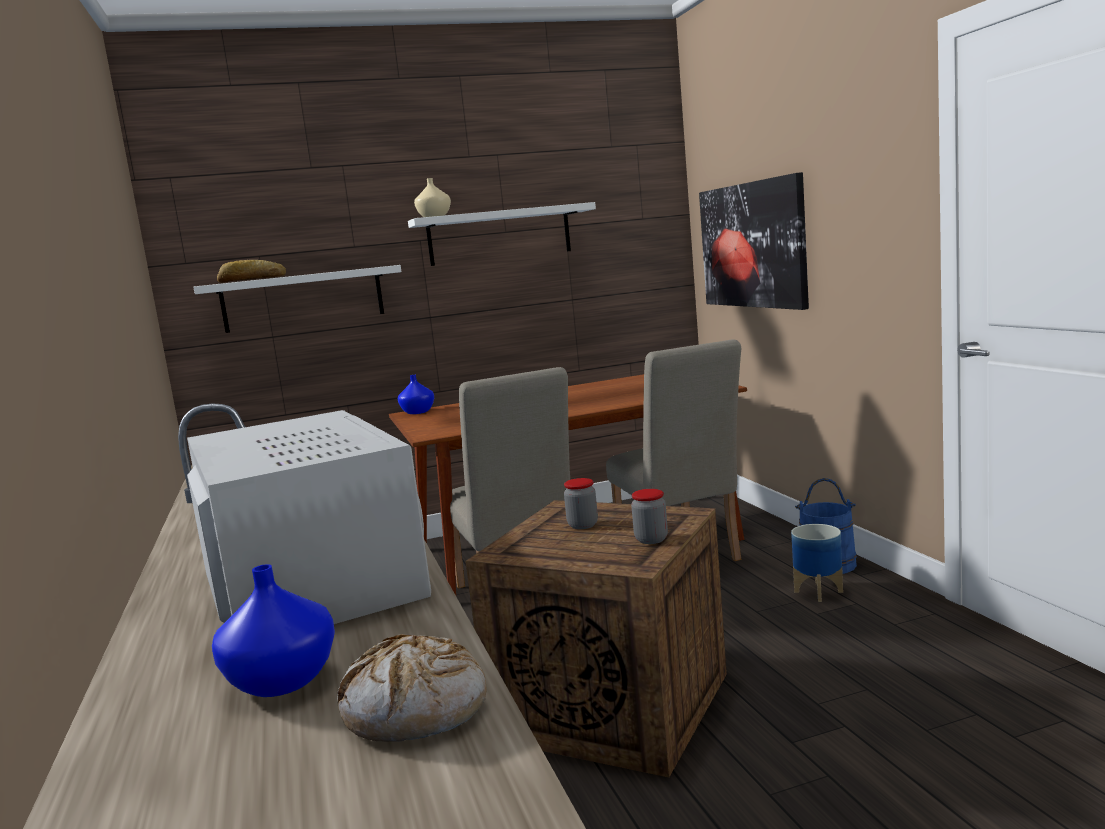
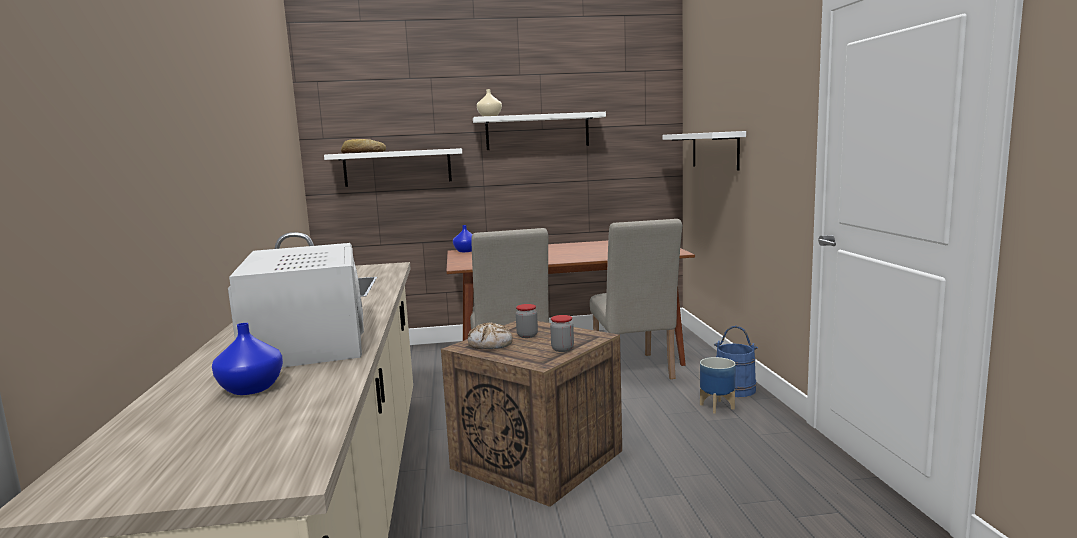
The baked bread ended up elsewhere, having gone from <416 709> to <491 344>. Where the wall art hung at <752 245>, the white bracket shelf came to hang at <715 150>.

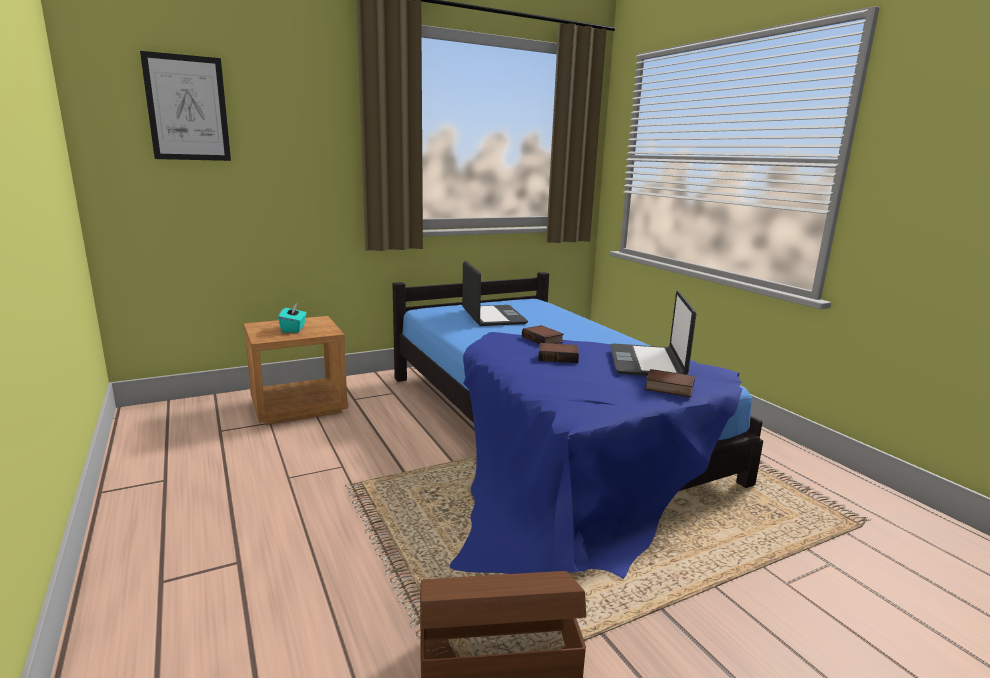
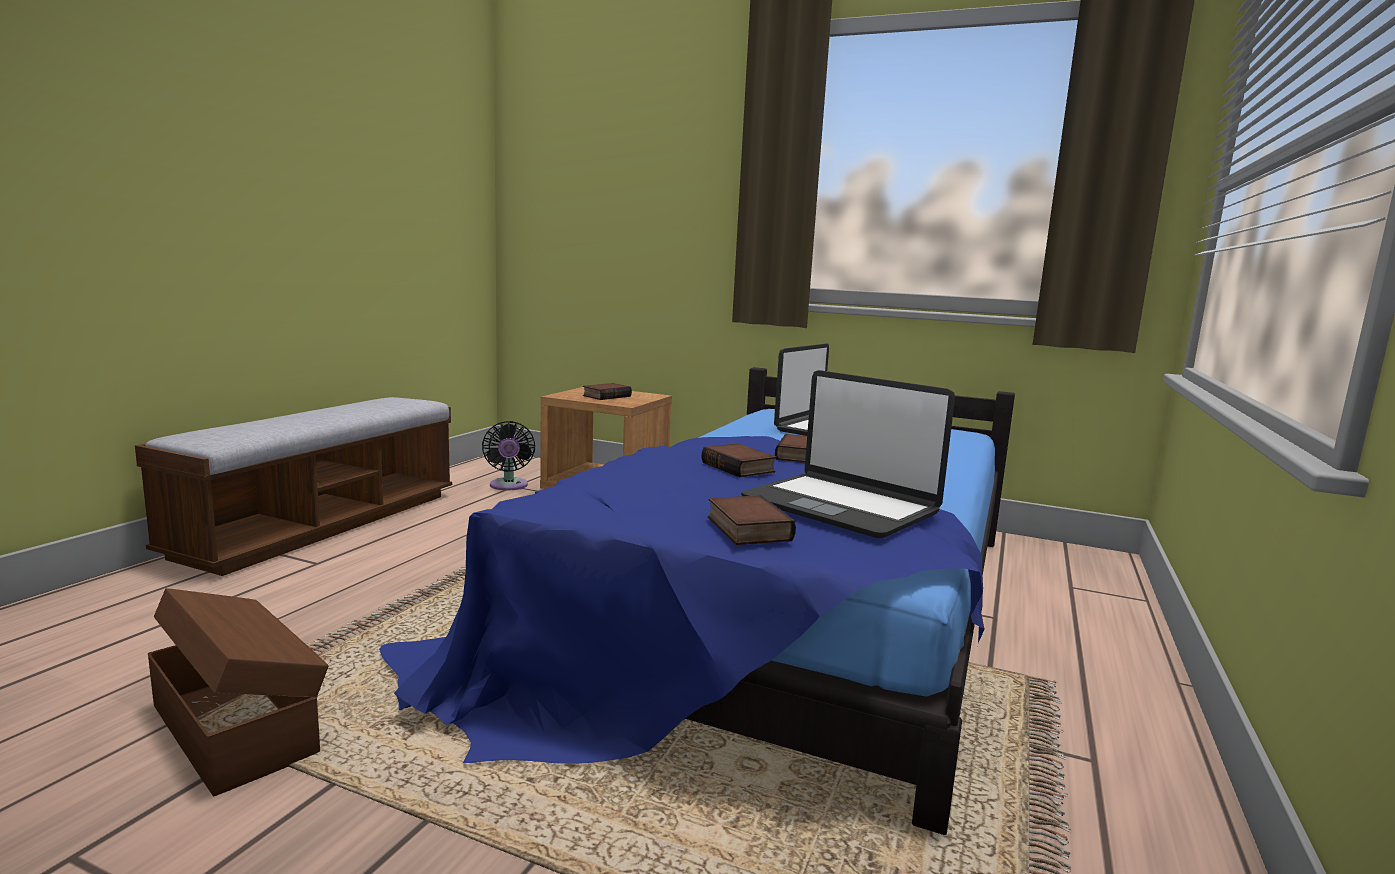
The second view lost the wall art at <187 108>. The second view gained the bench at <323 524>. The second view gained the black-coloured fan at <508 486>. Where the turquoise box of tissues stood at <294 329>, the bound book came to stand at <606 396>. The laptop at <647 362> ended up facing another way, 105 degrees counterclockwise from before.

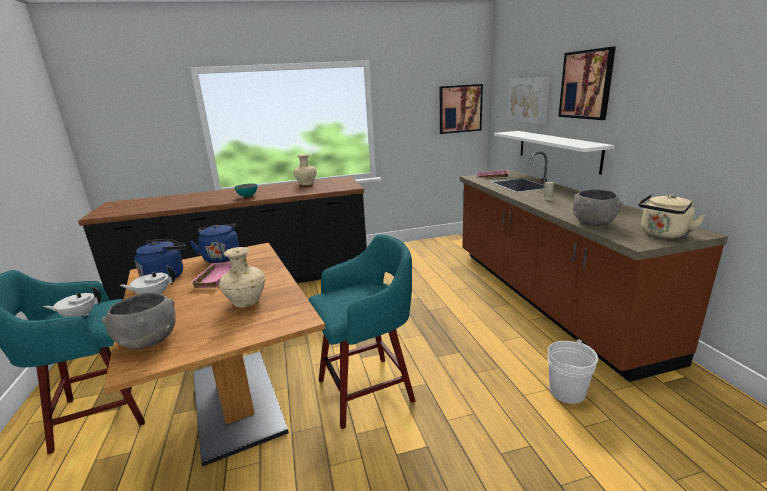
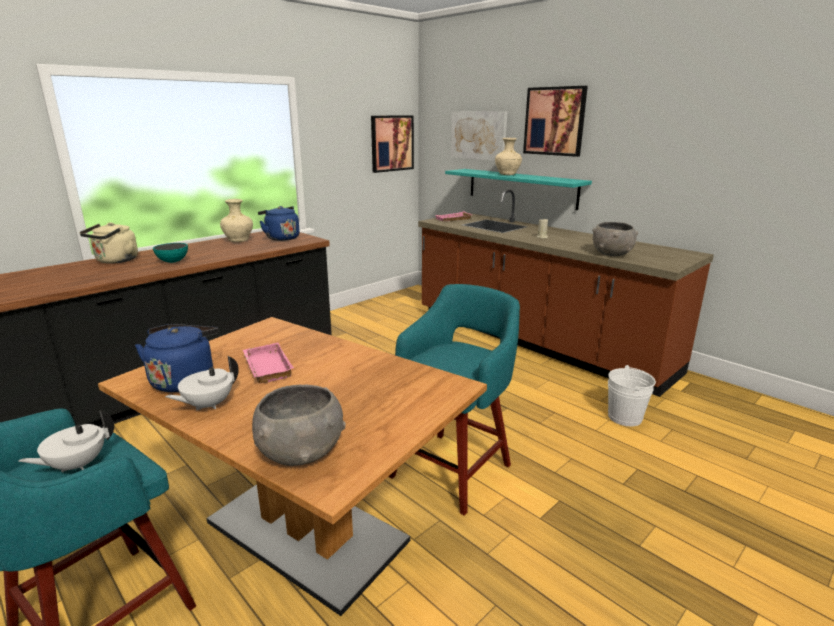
The blue tea kettle ended up elsewhere, having gone from <221 257> to <281 238>. The sand-coloured decorative vase ended up elsewhere, having gone from <245 302> to <507 174>. The sand-coloured tea kettle ended up elsewhere, having gone from <663 235> to <115 261>. What was the white bracket shelf at <557 150> turned into the turquoise bracket shelf at <521 188>.

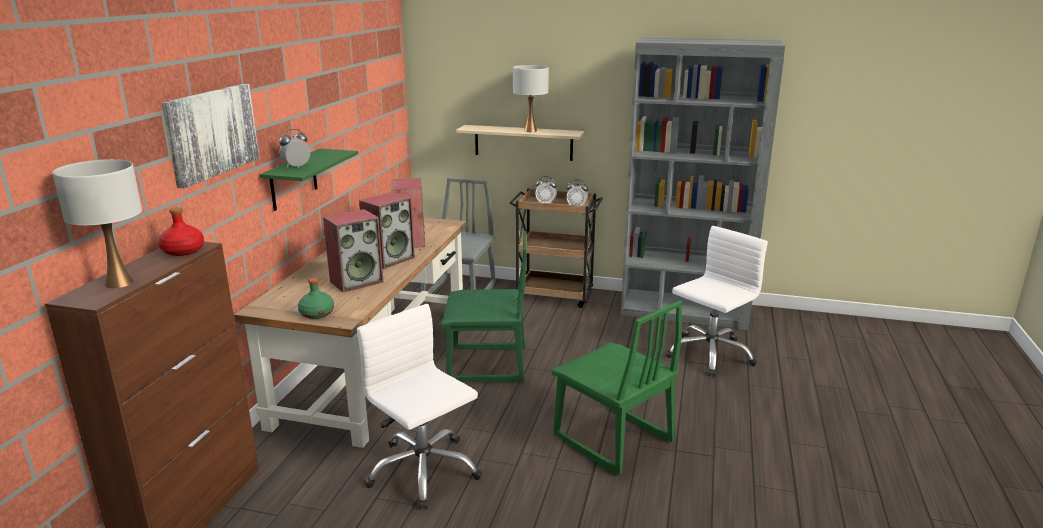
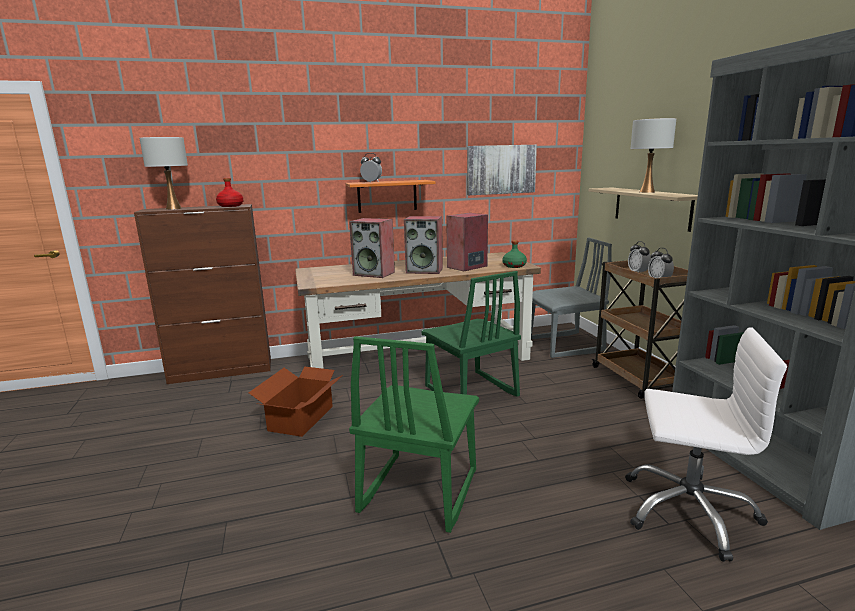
The wall art ended up elsewhere, having gone from <211 132> to <501 169>. The green drink bottle ended up elsewhere, having gone from <317 313> to <514 266>. Where the white computer chair stood at <423 470>, the carton came to stand at <302 418>. What was the green bracket shelf at <293 179> turned into the orangey bracket shelf at <387 196>.

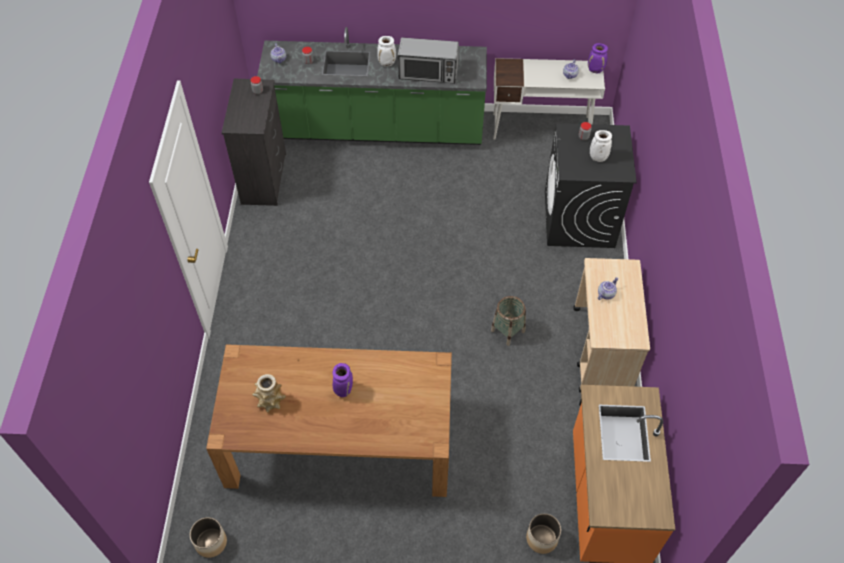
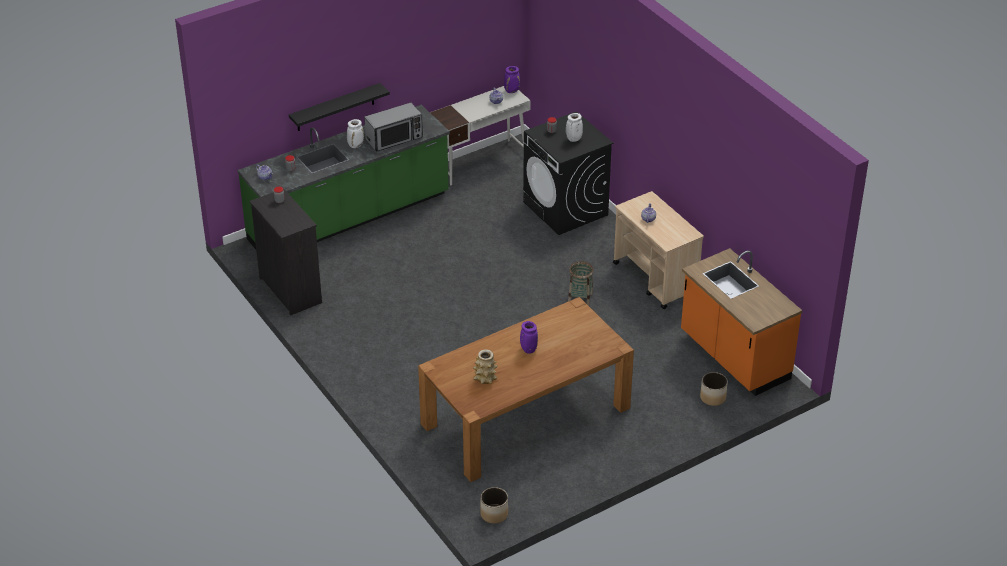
The second view gained the black-coloured bracket shelf at <335 107>.

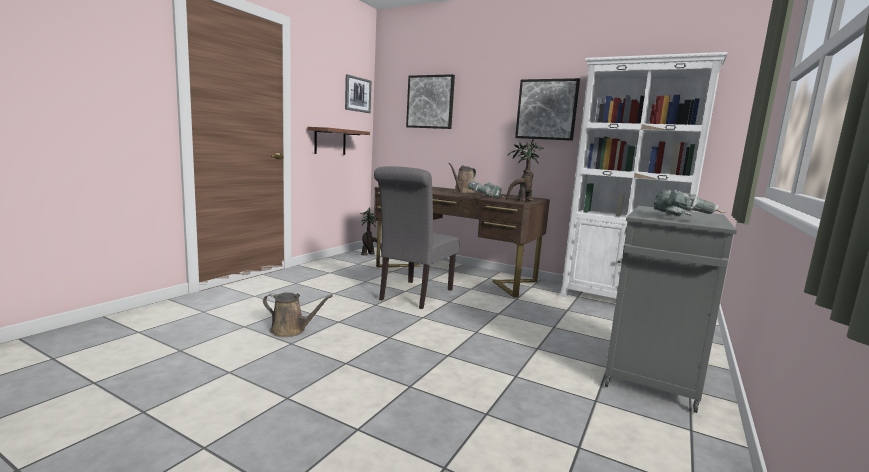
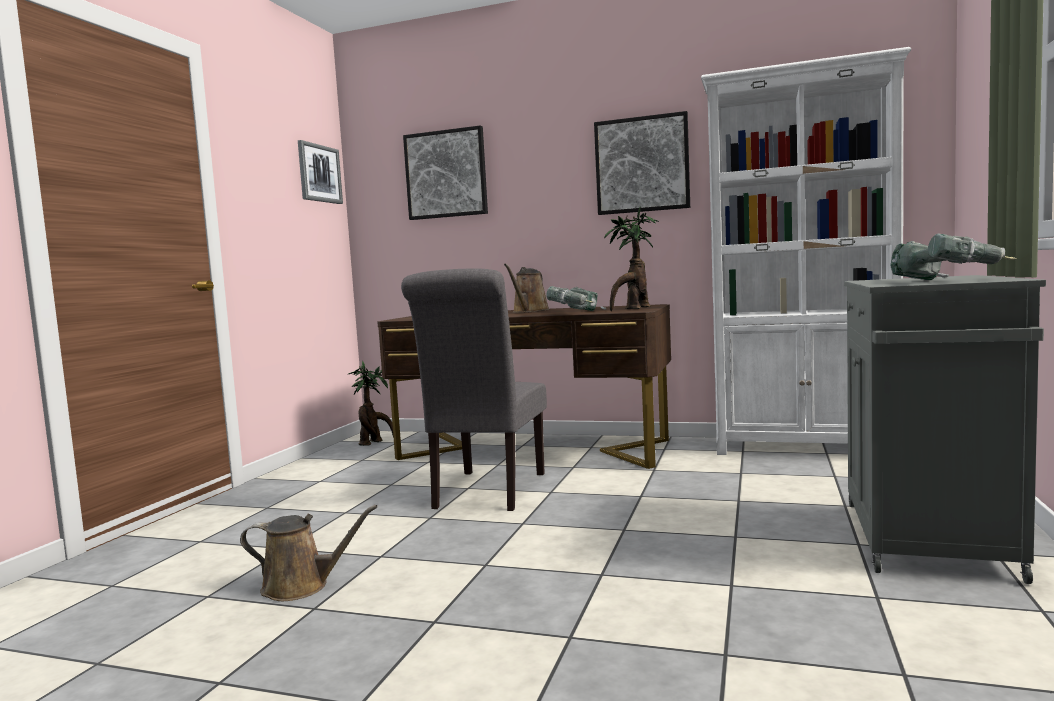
The second view lost the bracket shelf at <330 141>.

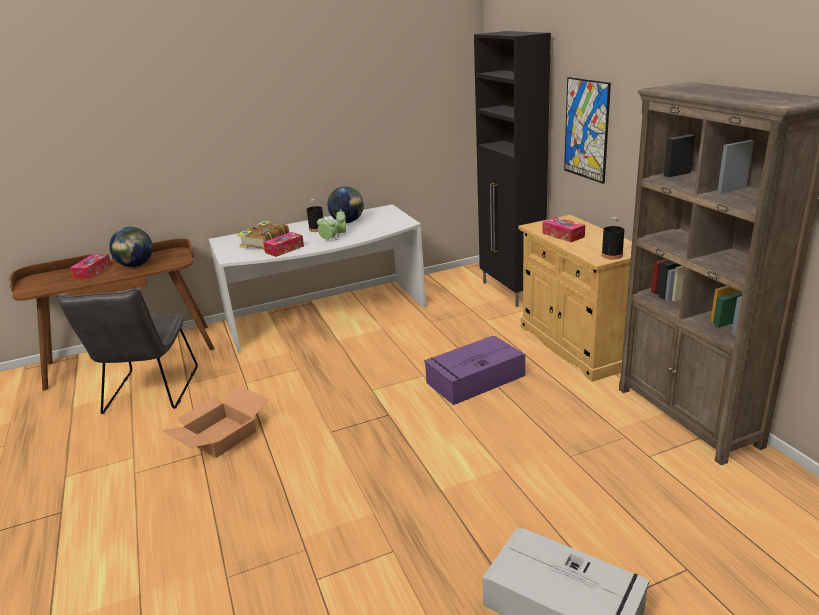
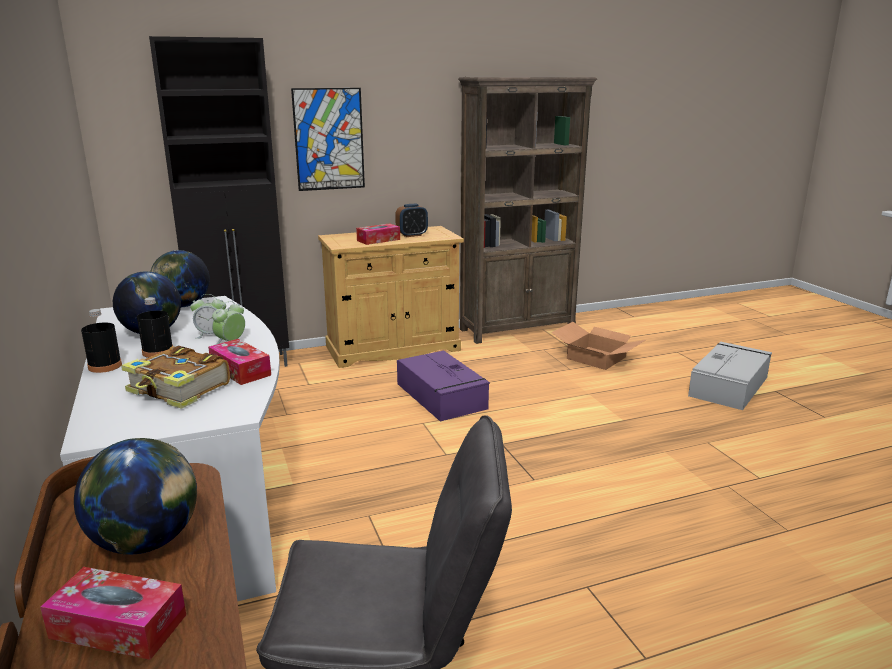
The second view gained the globe at <183 306>. The second view gained the bedside clock at <412 235>. The carton ended up elsewhere, having gone from <221 437> to <597 358>. The black-coloured drink bottle ended up elsewhere, having gone from <612 255> to <105 366>.

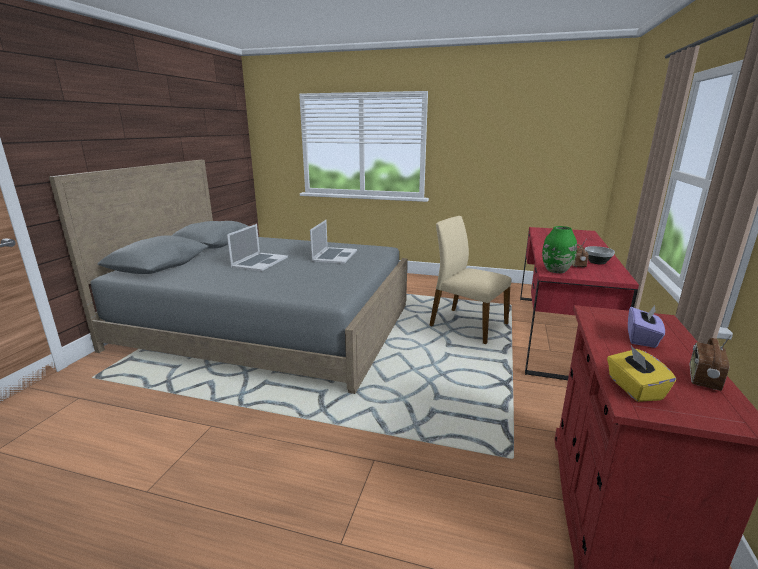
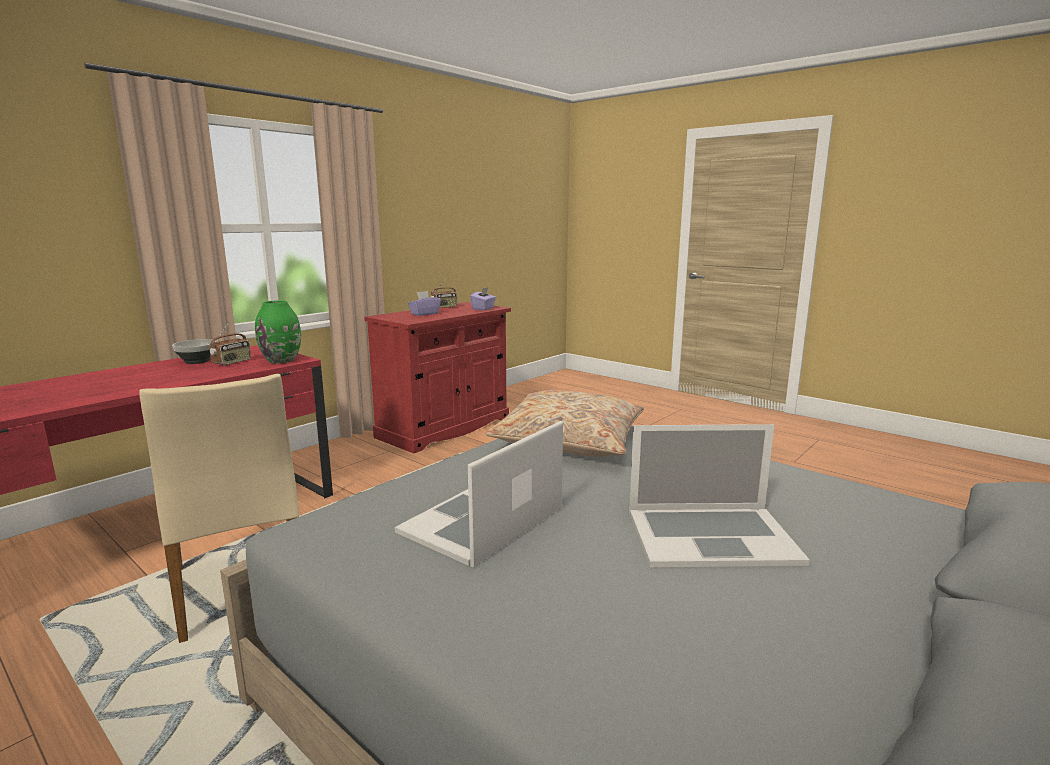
The second view gained the sand-coloured throw pillow at <569 440>. What was the yellow box of tissues at <634 388> turned into the purple-coloured box of tissues at <483 308>. The laptop at <259 262> ended up facing another way, 135 degrees counterclockwise from before.

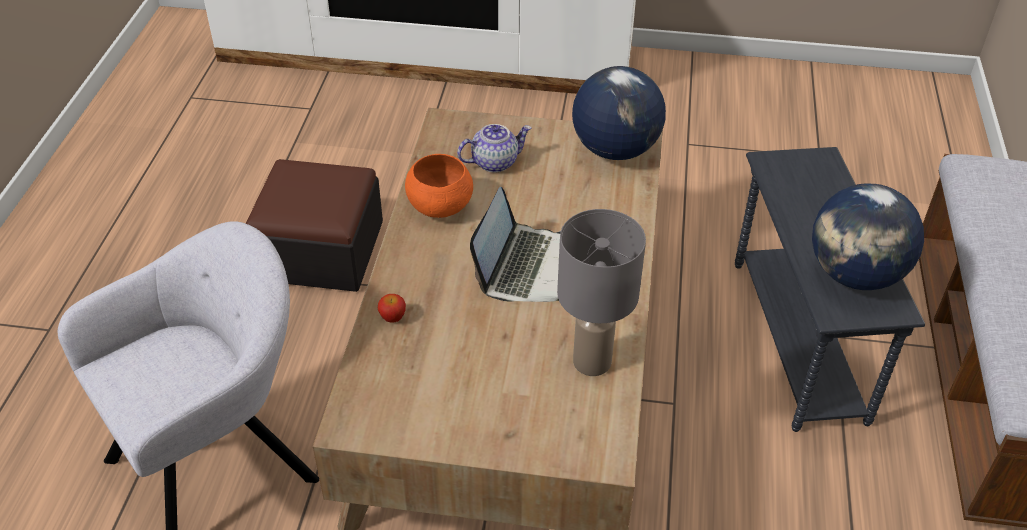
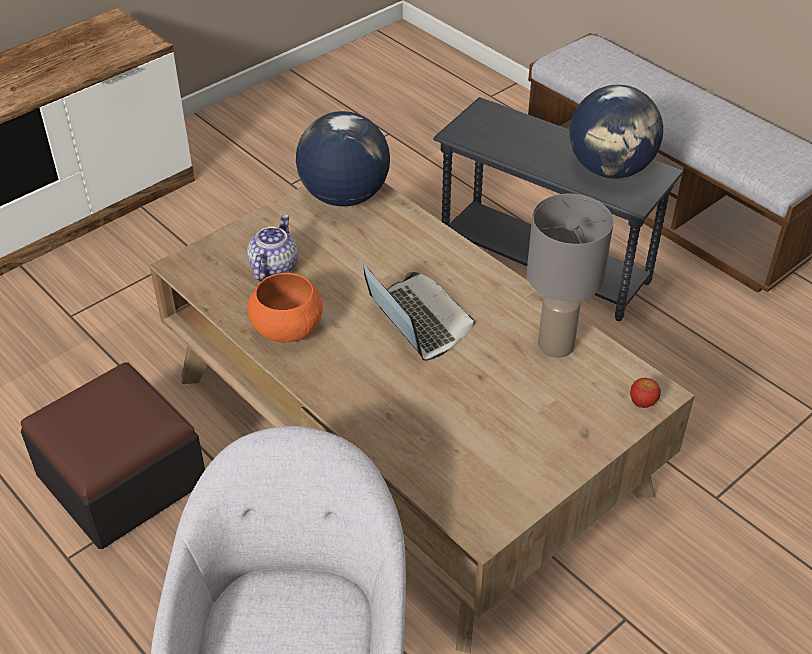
The apple fruit ended up elsewhere, having gone from <393 317> to <643 402>.

